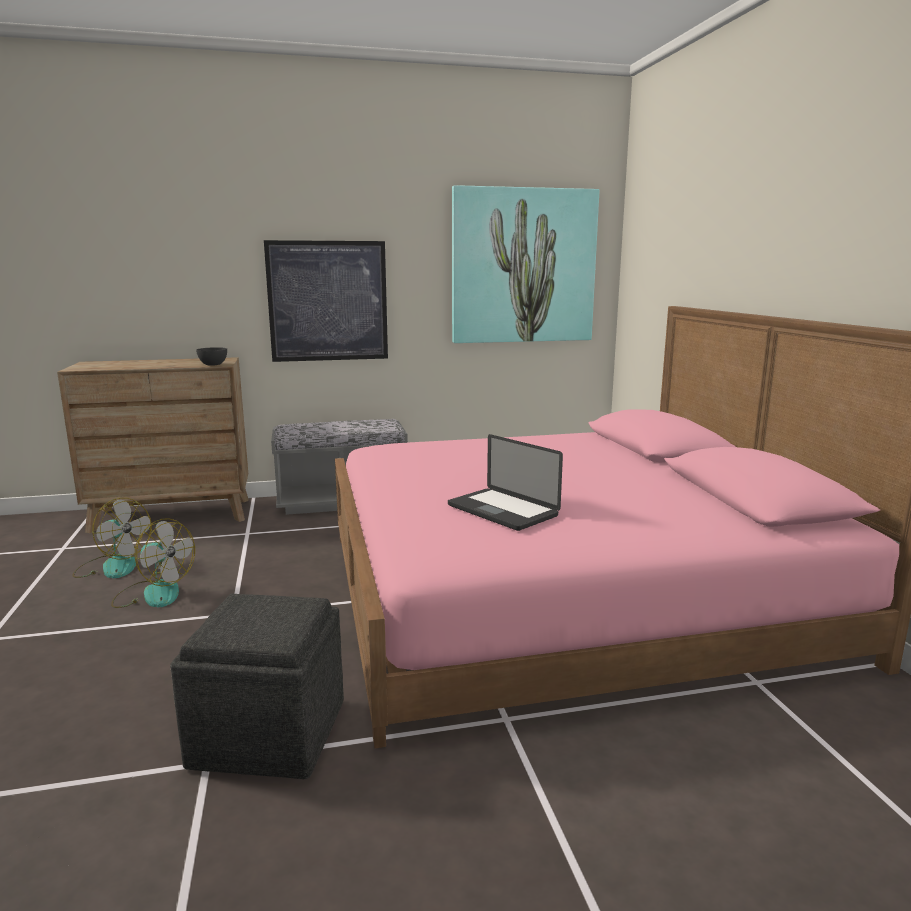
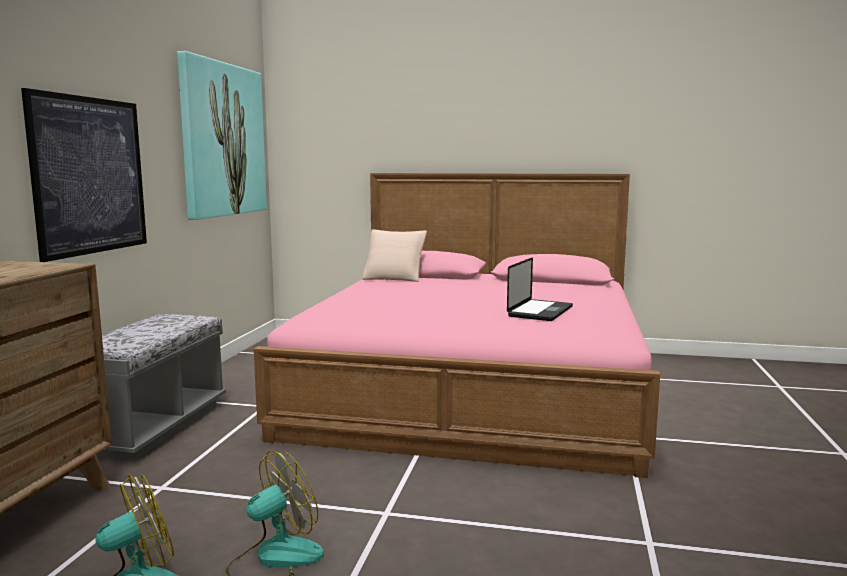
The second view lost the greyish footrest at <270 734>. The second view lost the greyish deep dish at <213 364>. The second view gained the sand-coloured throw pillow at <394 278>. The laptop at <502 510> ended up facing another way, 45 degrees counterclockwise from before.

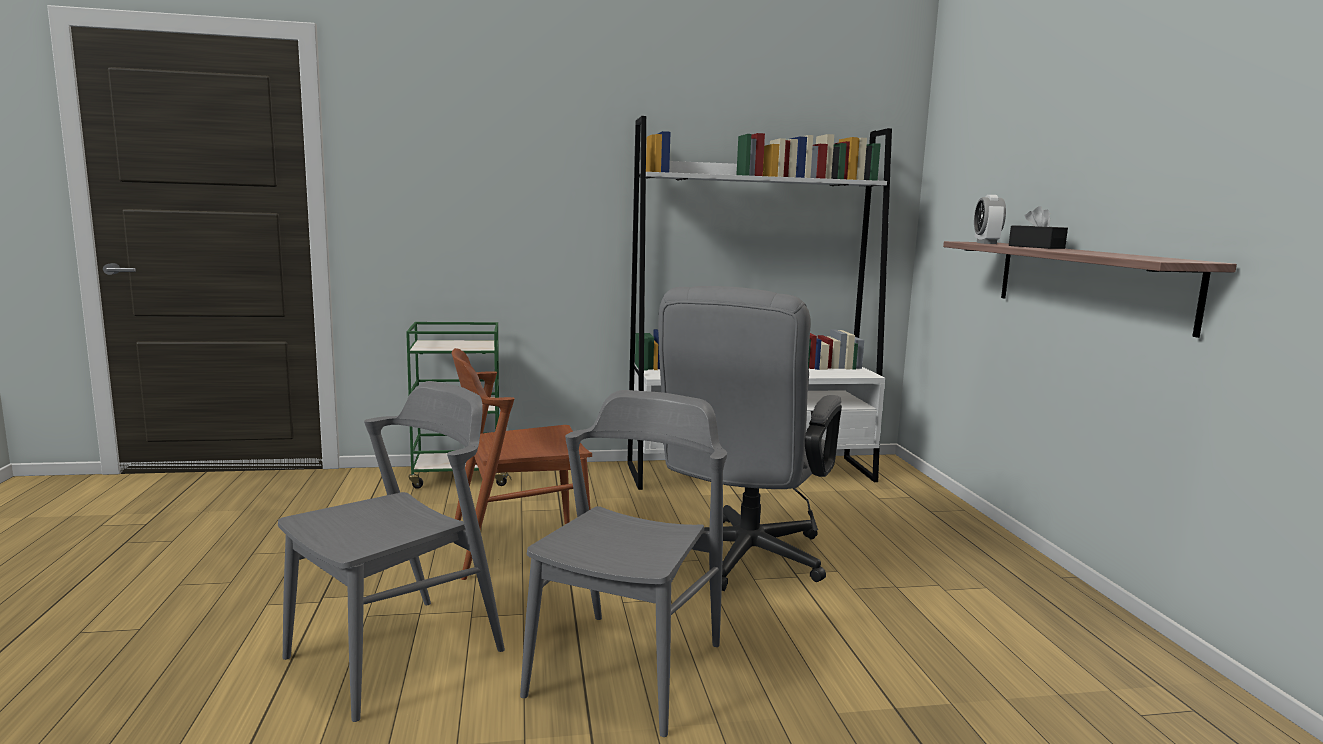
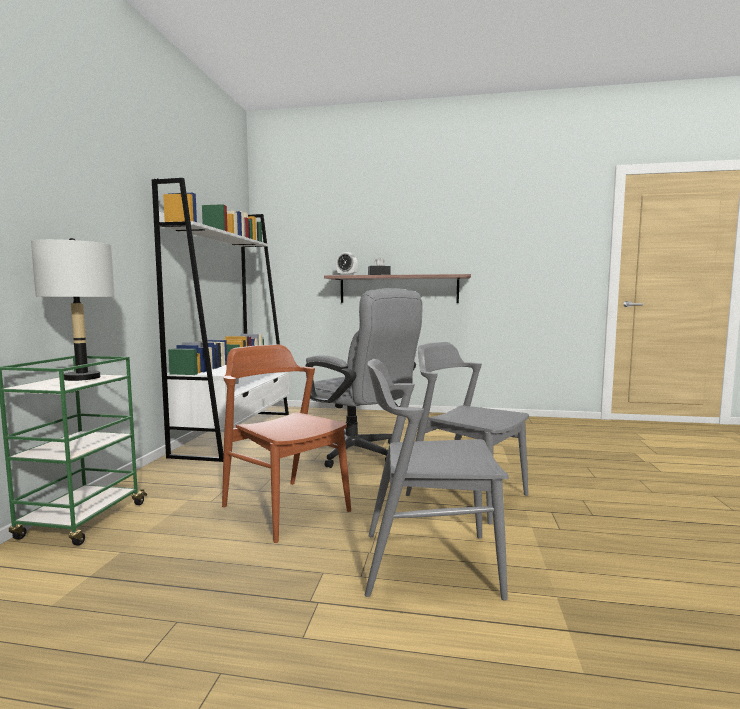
The second view gained the greyish lamp for a table at <82 378>. The greyish chair at <396 653> ended up facing another way, 60 degrees counterclockwise from before. The brownish chair at <519 548> ended up facing another way, 135 degrees clockwise from before.

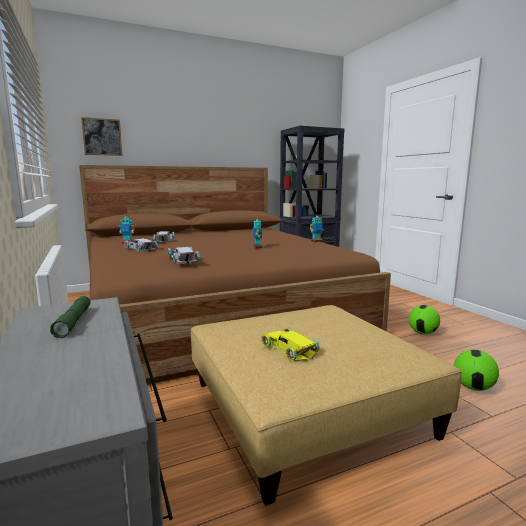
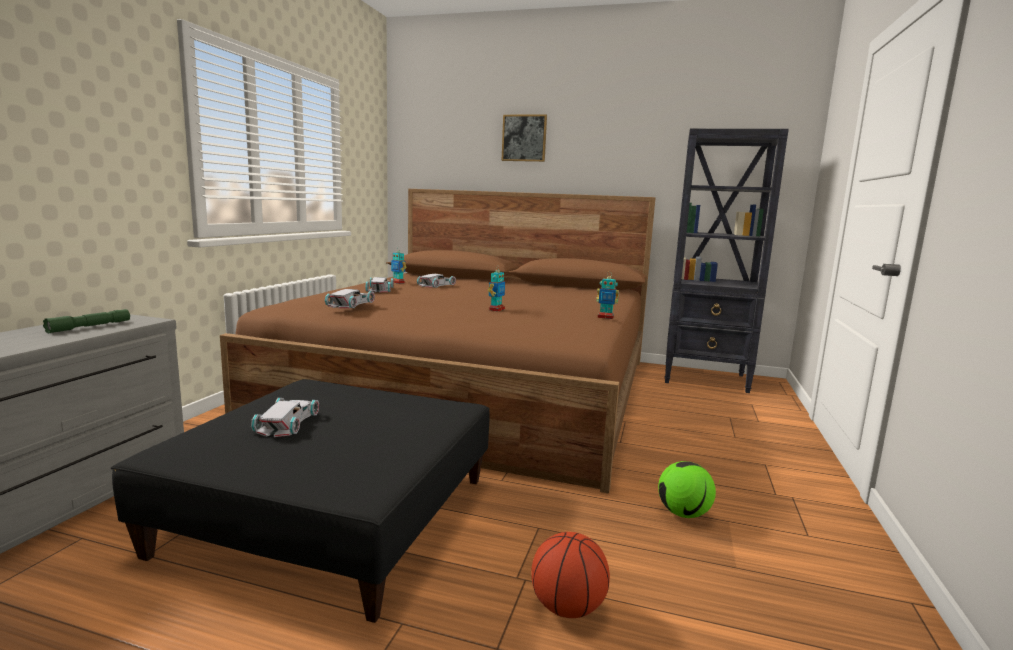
The wall art ended up elsewhere, having gone from <102 137> to <524 138>. Where the football stood at <473 387>, the basketball ball came to stand at <567 608>. What was the sand-coloured footrest at <307 408> turned into the black-coloured footrest at <332 515>. What was the yellow toy car at <289 348> turned into the white toy car at <288 422>.

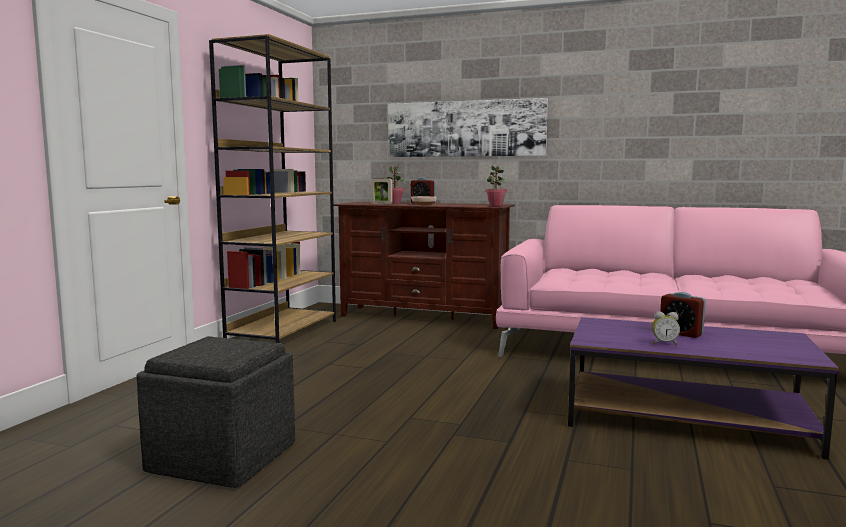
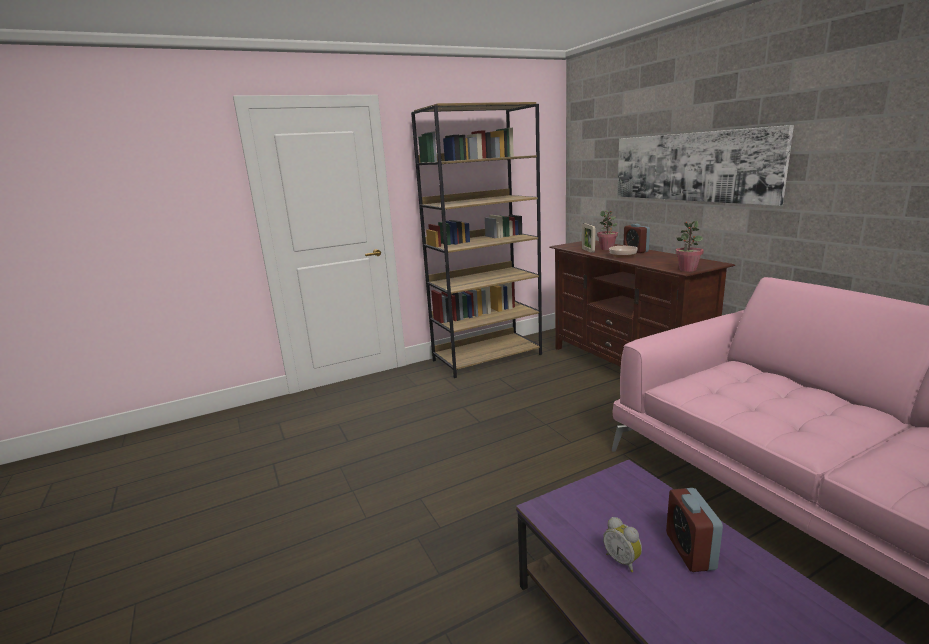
The second view lost the greyish footrest at <222 457>.

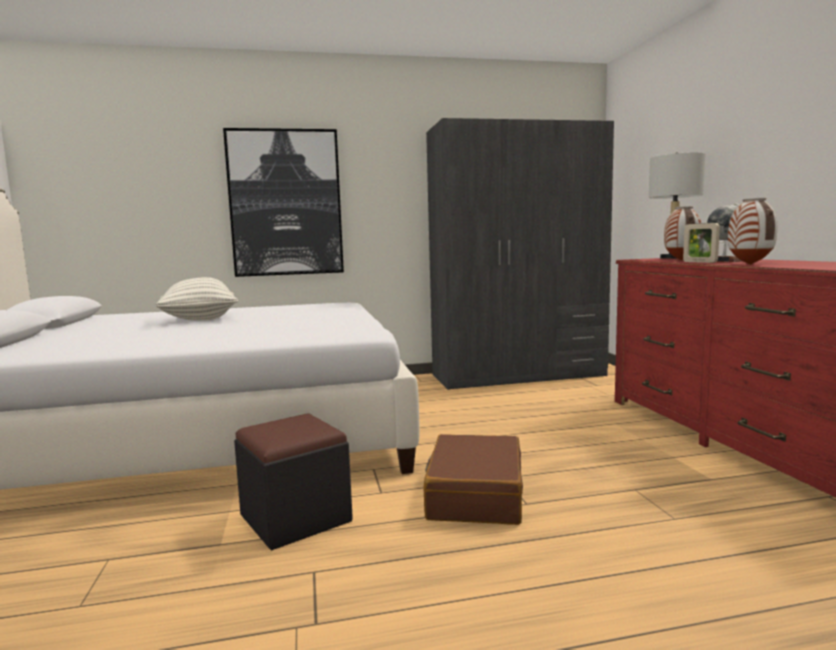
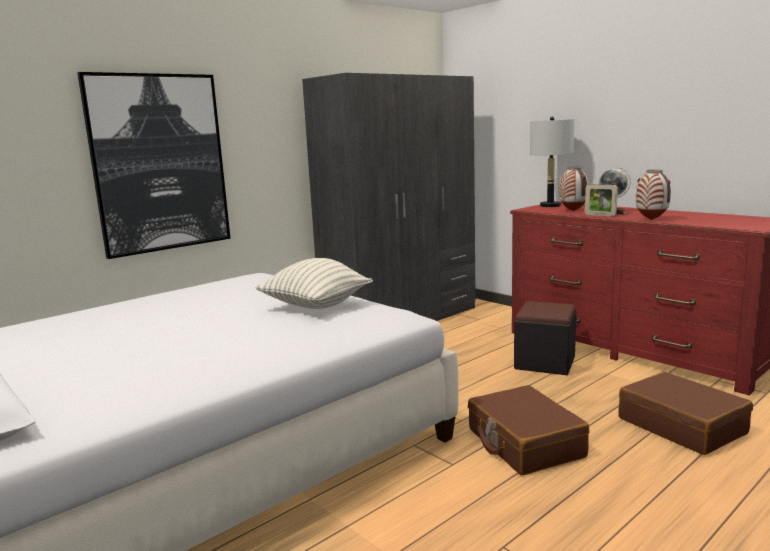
The second view gained the brownish suitcase at <682 426>. The throw pillow ended up elsewhere, having gone from <199 320> to <316 307>. The black-coloured footrest ended up elsewhere, having gone from <295 518> to <544 363>.

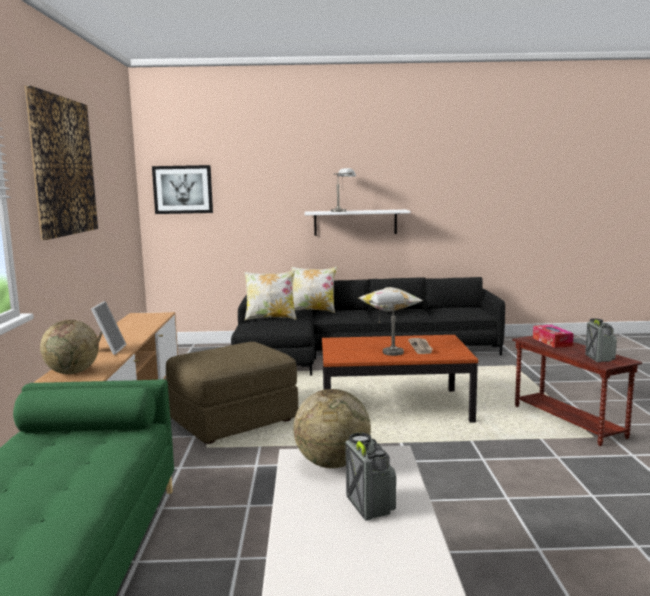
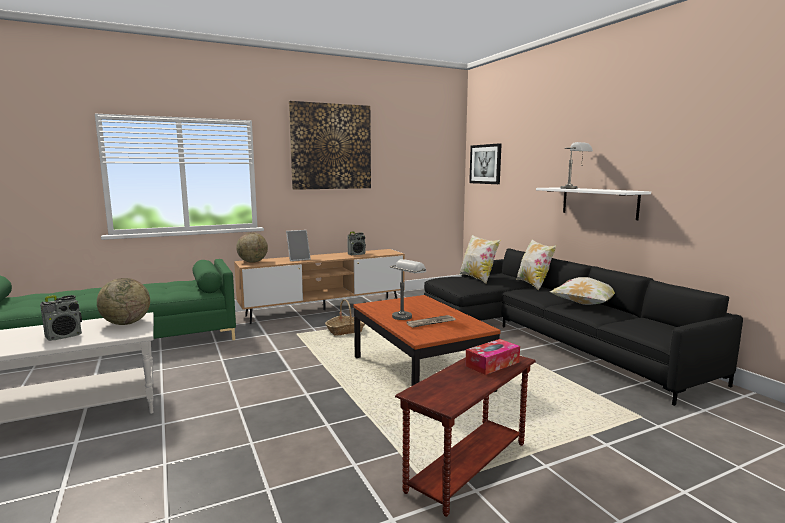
The radio receiver ended up elsewhere, having gone from <599 358> to <357 254>. Where the brownish footrest stood at <233 420>, the basket came to stand at <345 331>.

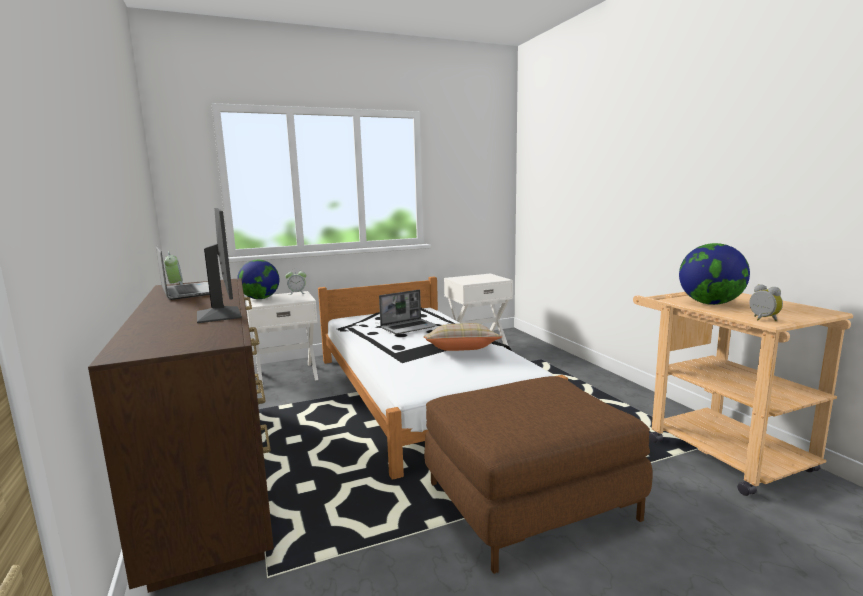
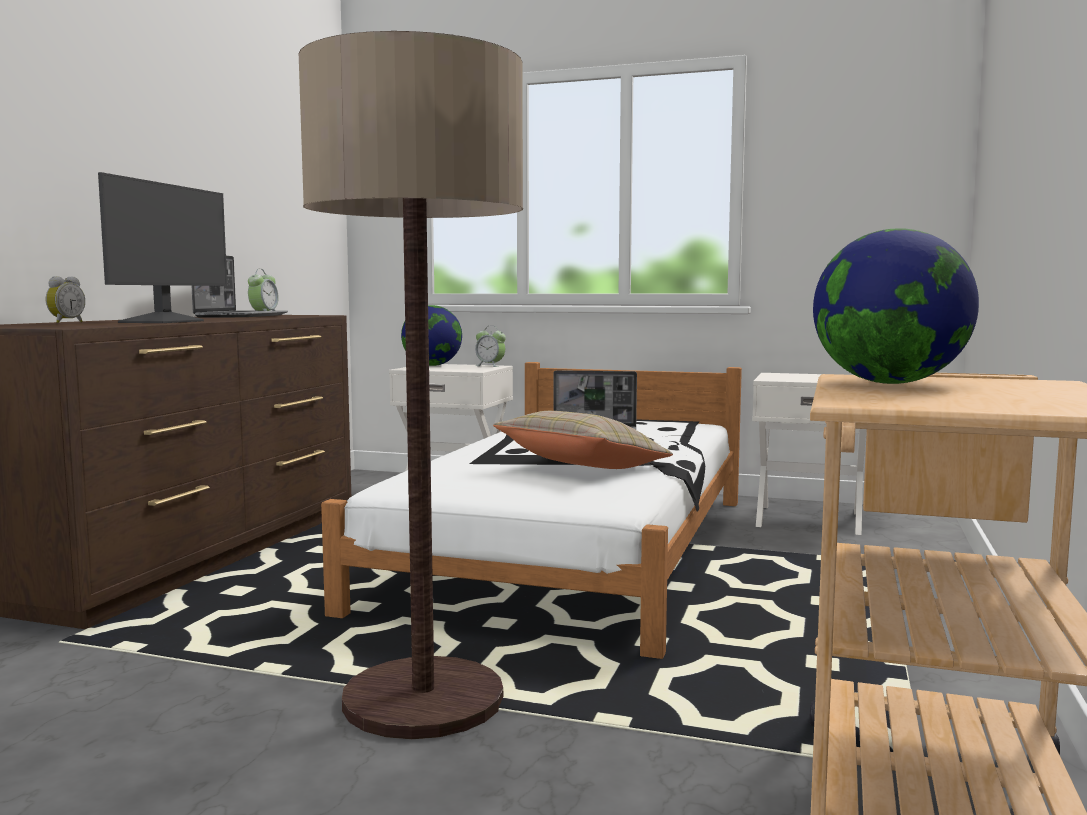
The bedside clock ended up elsewhere, having gone from <762 319> to <65 322>. Where the brownish footrest stood at <529 500>, the standard lamp came to stand at <424 699>.

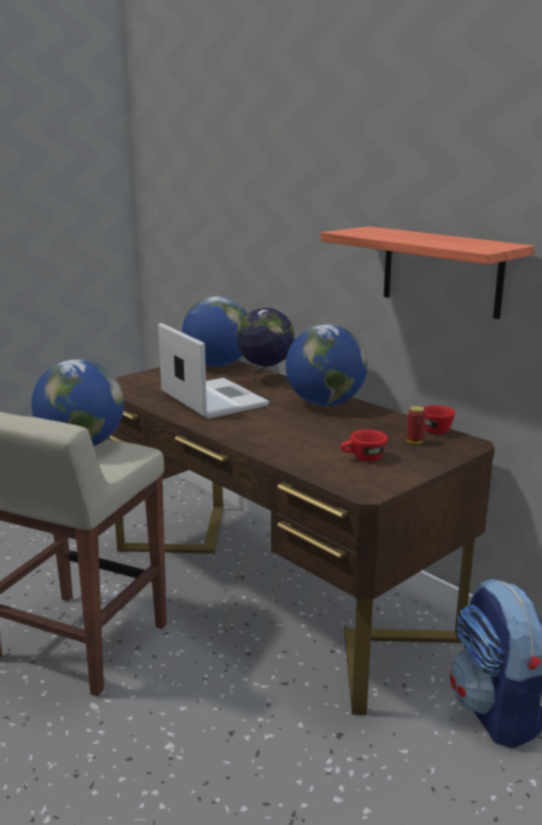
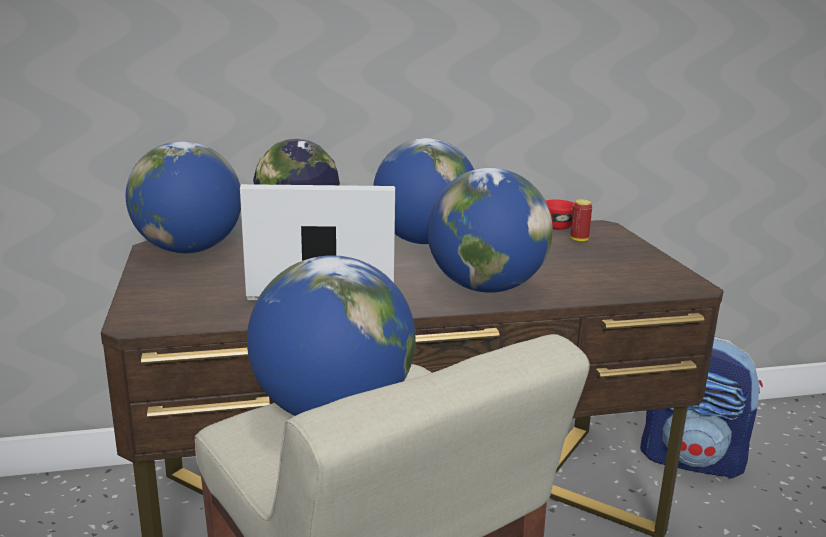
The second view lost the bracket shelf at <441 271>. The second view lost the red drinking cup at <363 458>. The second view gained the globe at <485 288>.

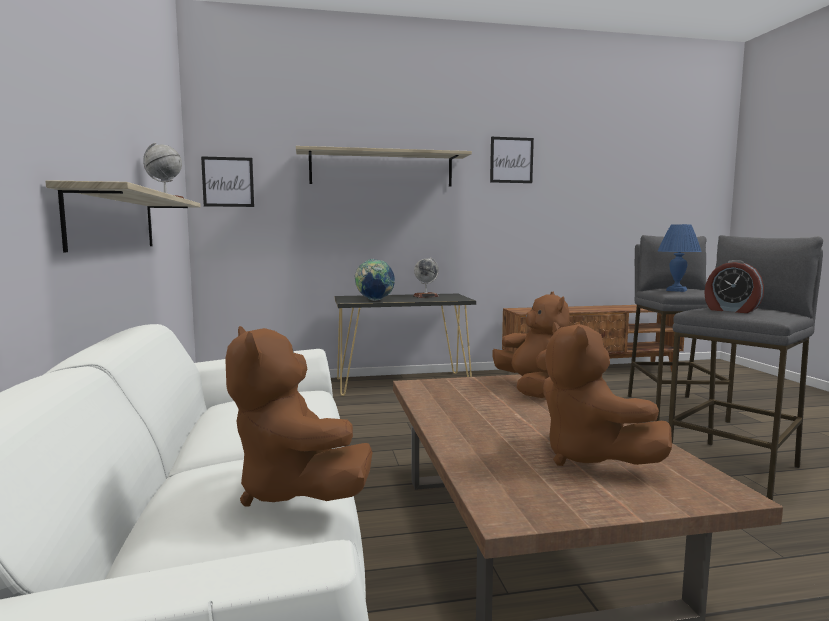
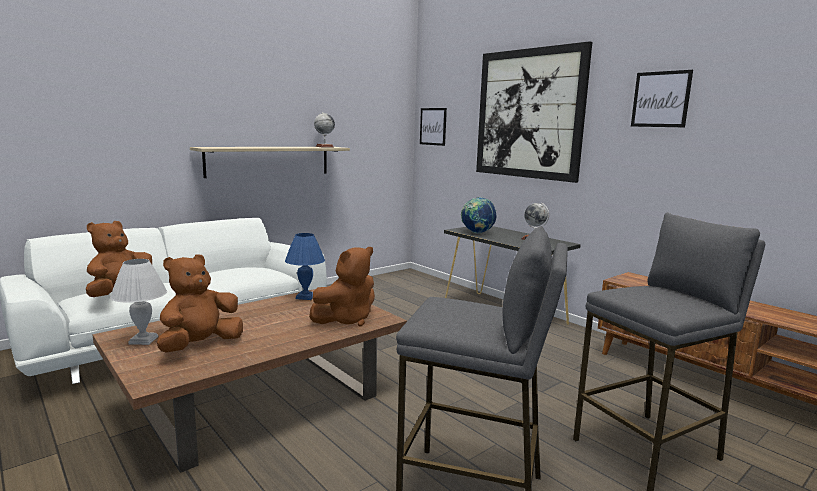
The second view lost the bedside clock at <731 310>. The second view gained the white lamp for a table at <143 340>. The blue lamp for a table ended up elsewhere, having gone from <676 290> to <305 297>. Where the bracket shelf hung at <381 169>, the wall art came to hang at <529 114>.

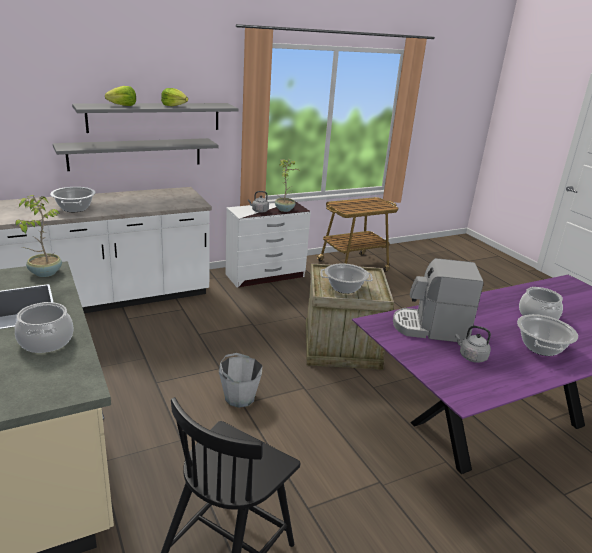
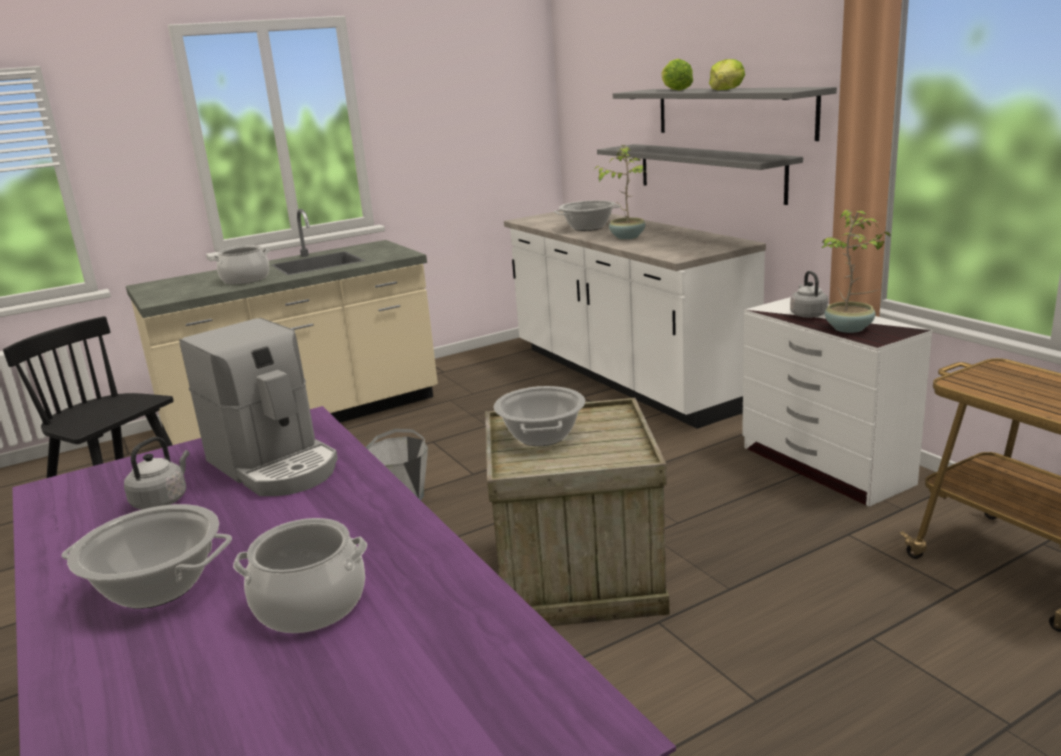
The potted plant ended up elsewhere, having gone from <44 273> to <627 237>. The coffee maker at <430 328> ended up facing another way, 135 degrees clockwise from before.

